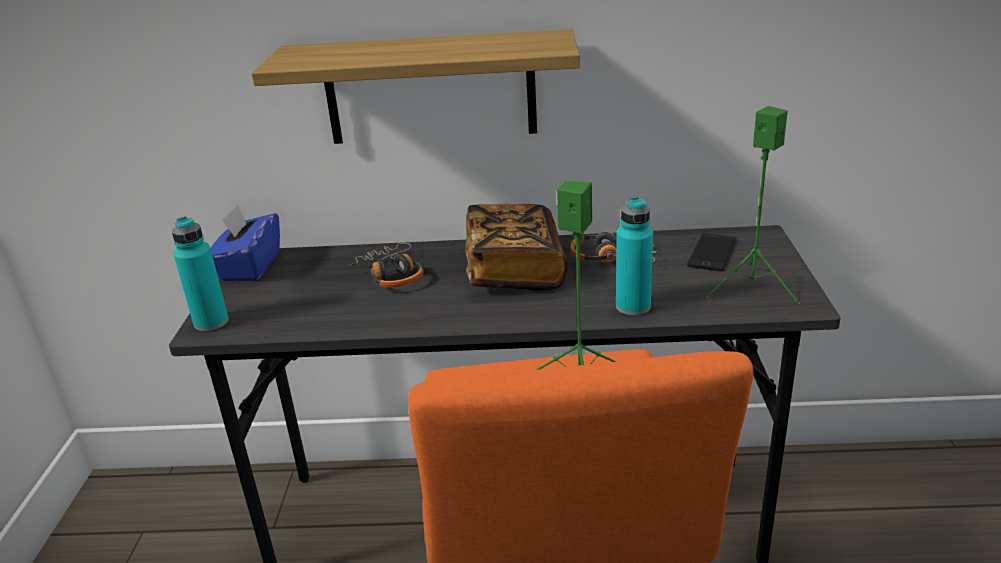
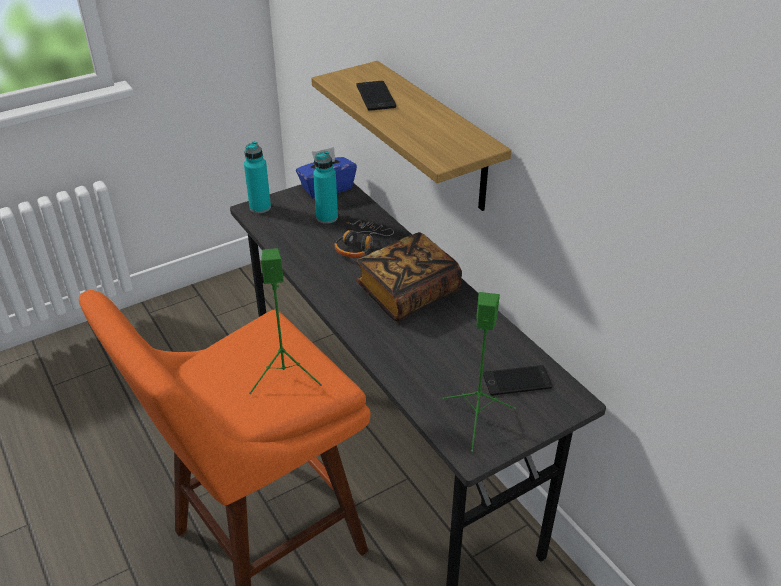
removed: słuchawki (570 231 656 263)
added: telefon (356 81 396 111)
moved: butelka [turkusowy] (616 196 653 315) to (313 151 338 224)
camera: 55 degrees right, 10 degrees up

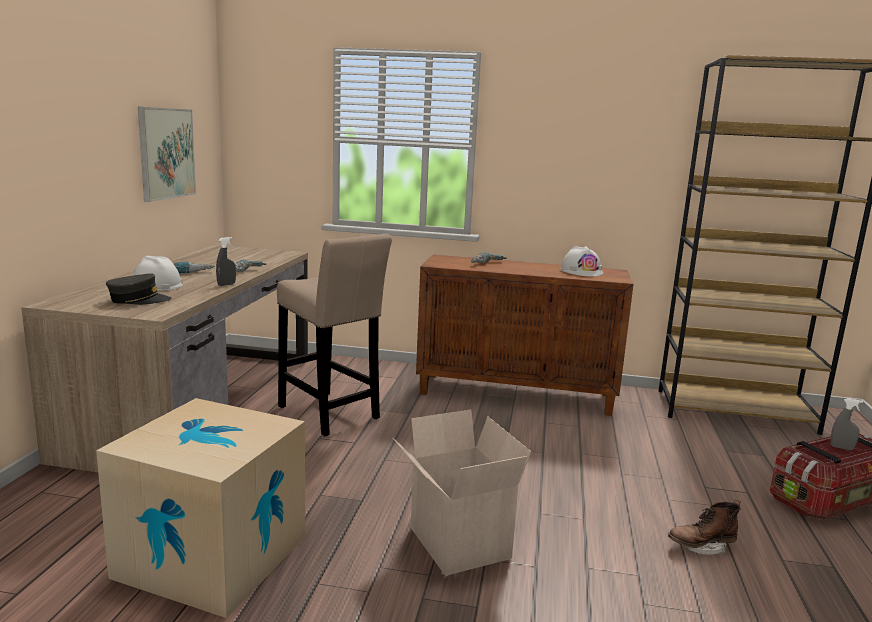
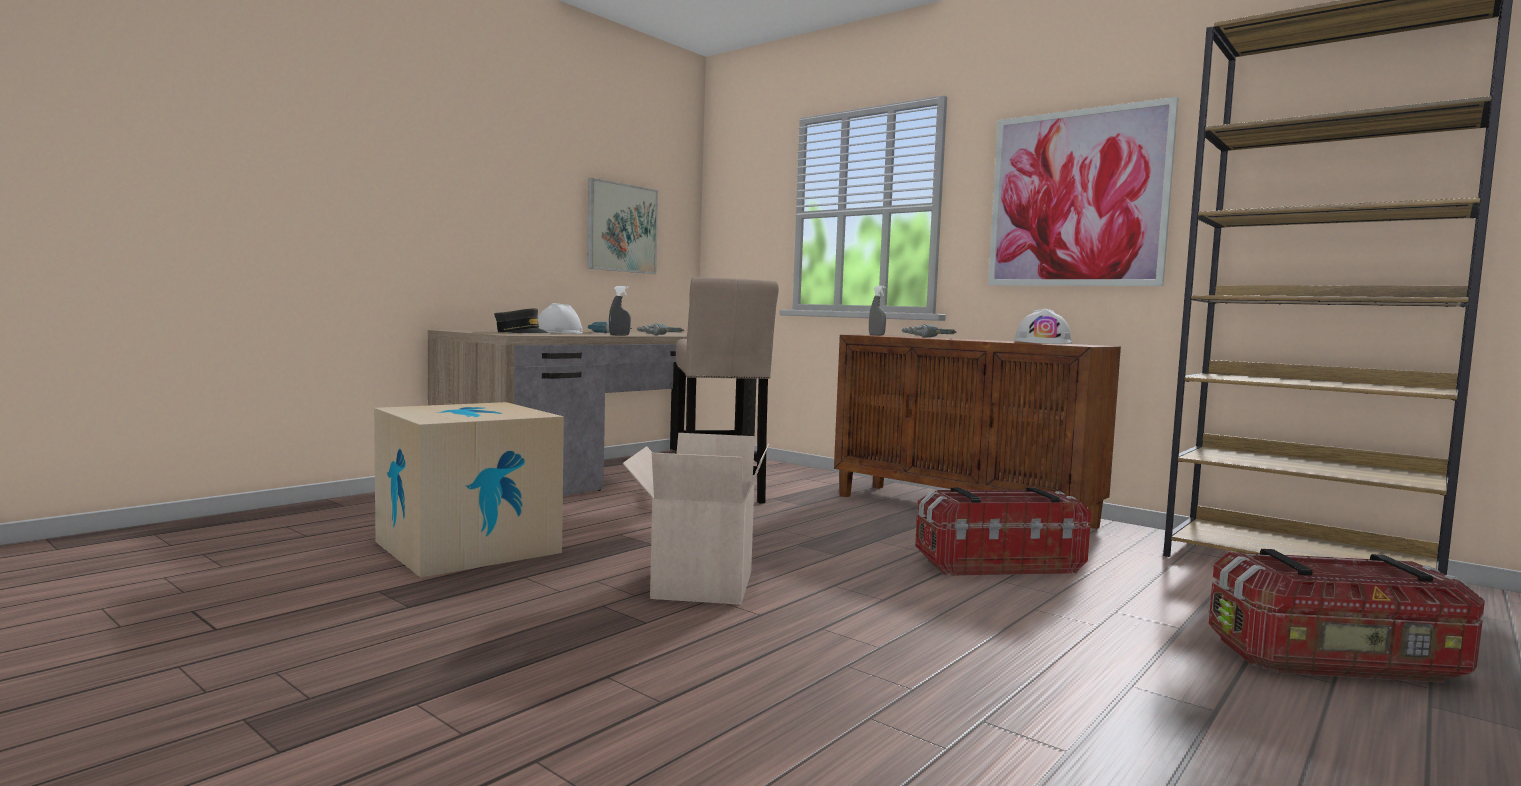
removed: but z cholewką [brązowy] (668 500 741 555)
added: obraz (988 97 1178 286); pojemnik do przechowywania (915 487 1091 576)
moved: spryskiwacz [szary] (830 398 863 450) to (869 286 886 335)
camera: 30 degrees right, 10 degrees down

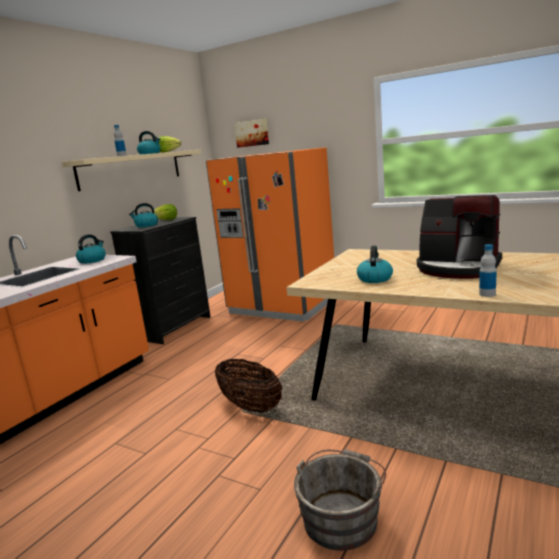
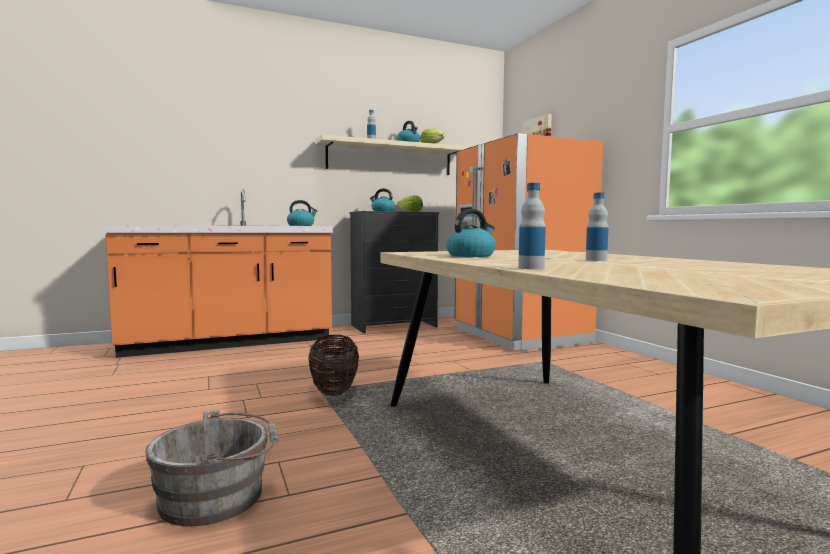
replaced: ekspres do kawy (417 195 502 279) to butelka (586 193 609 261)
camera: 35 degrees right, 10 degrees down

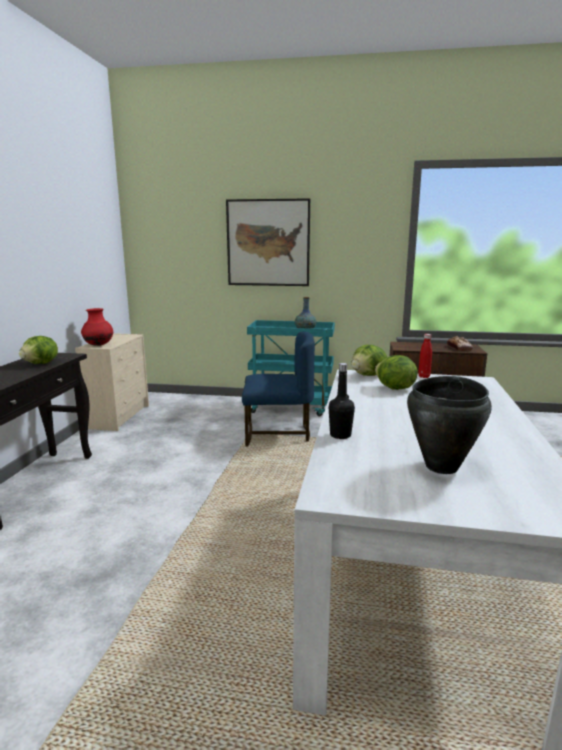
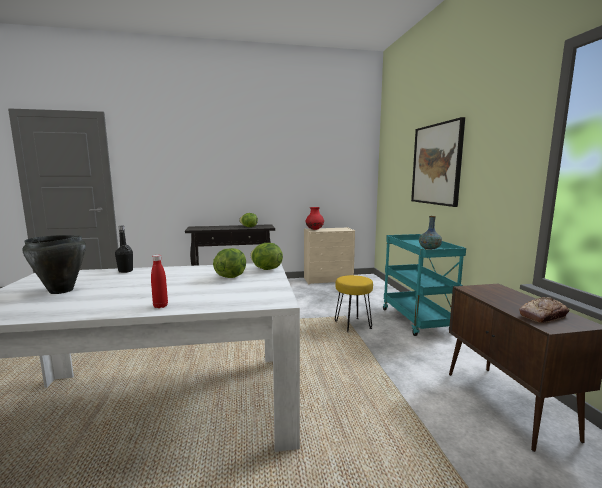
moved: butelka [czerwony] (418 334 432 378) to (151 255 168 308)
replaced: krzesło [niebieski] (242 332 315 446) to stołek [żółty] (335 275 373 332)
camera: 70 degrees right, 5 degrees down

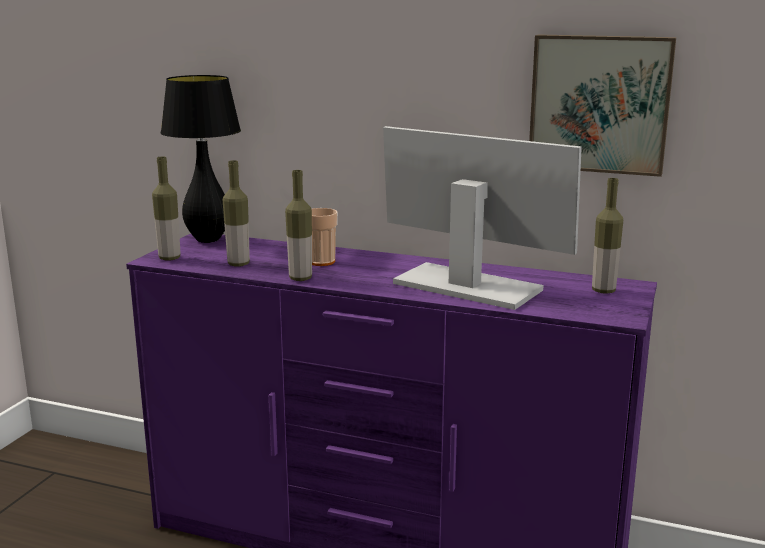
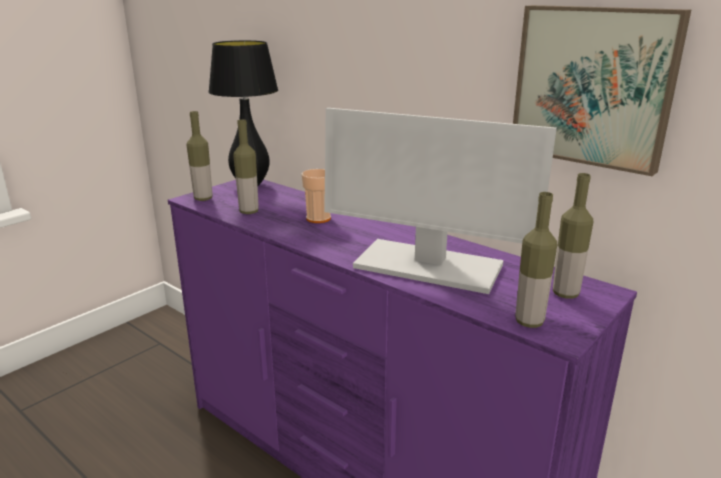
moved: butelka (285 170 312 281) to (515 192 557 328)
turned: monitor (383 126 582 310) = (324 108 557 294) 150 degrees clockwise
camera: 20 degrees right, 5 degrees up

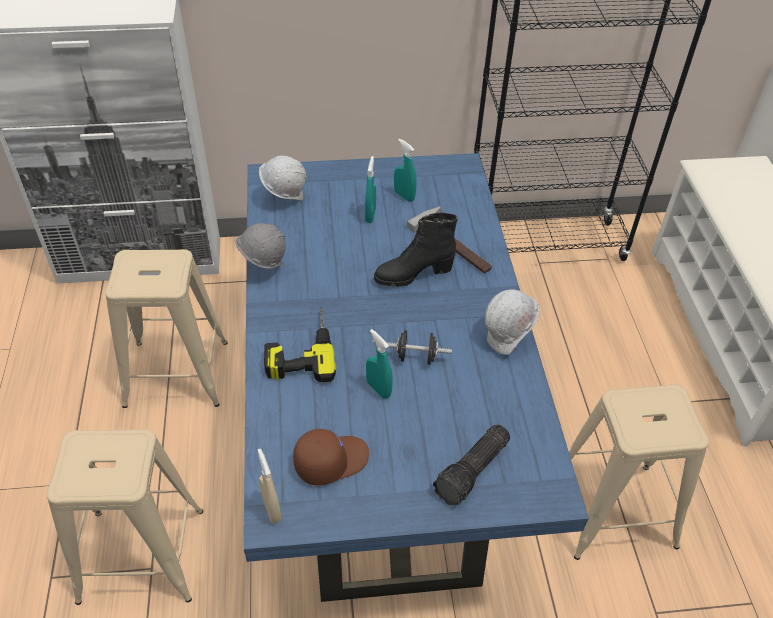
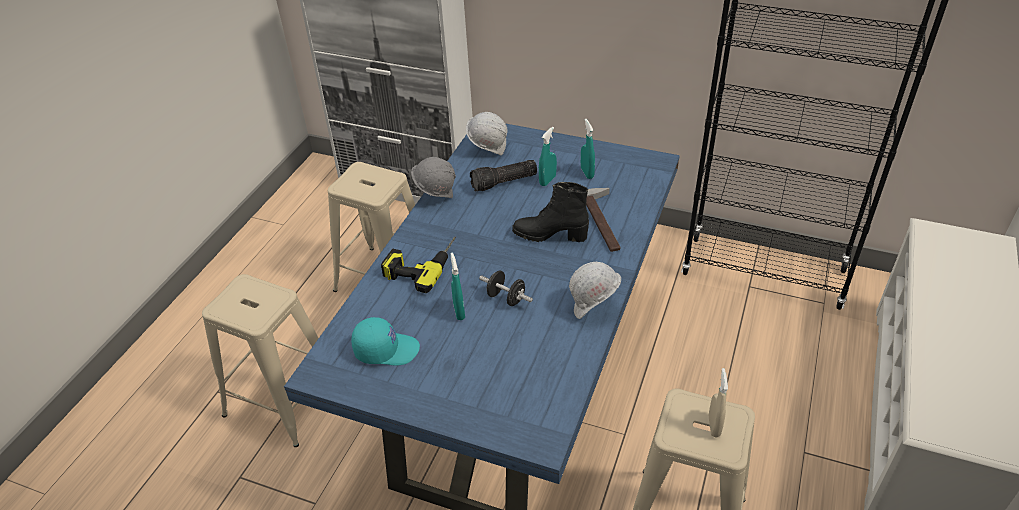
moved: latarka (433 424 510 506) to (470 160 537 192); spryskiwacz [beżowy] (258 449 281 524) to (709 368 728 438)
recoloured: czapka z daszkiem [brązowy] (293 429 369 486) to czapka z daszkiem [turkusowy] (351 317 420 365)
camera: 30 degrees right, 5 degrees down

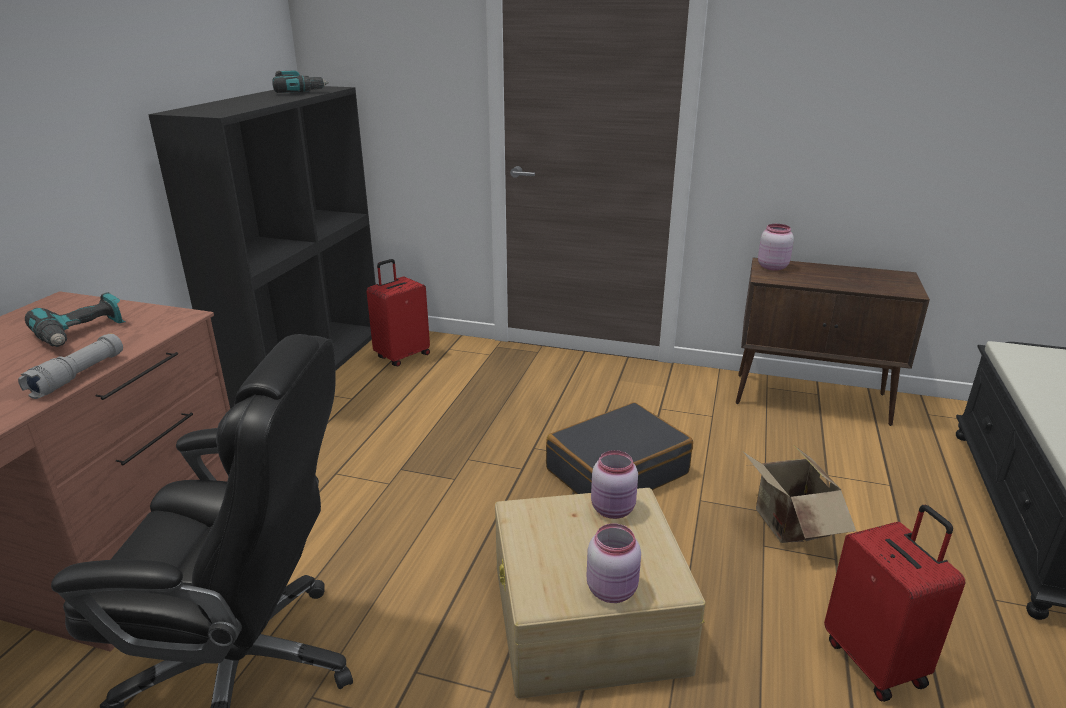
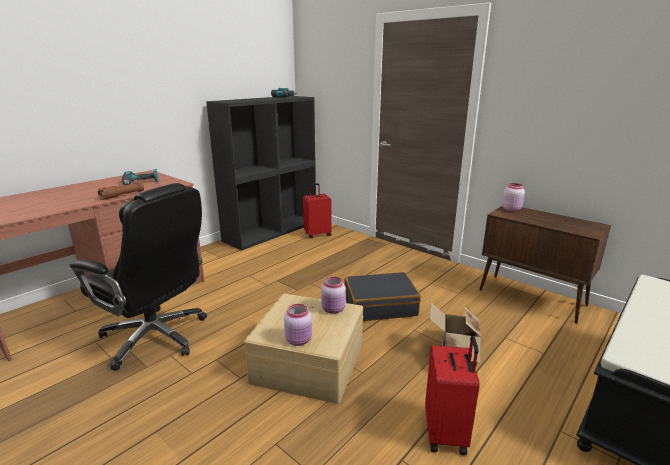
recoloured: latarka [szary] (18 333 123 399) to latarka [brązowy] (98 182 144 200)
camera: 25 degrees right, 5 degrees down

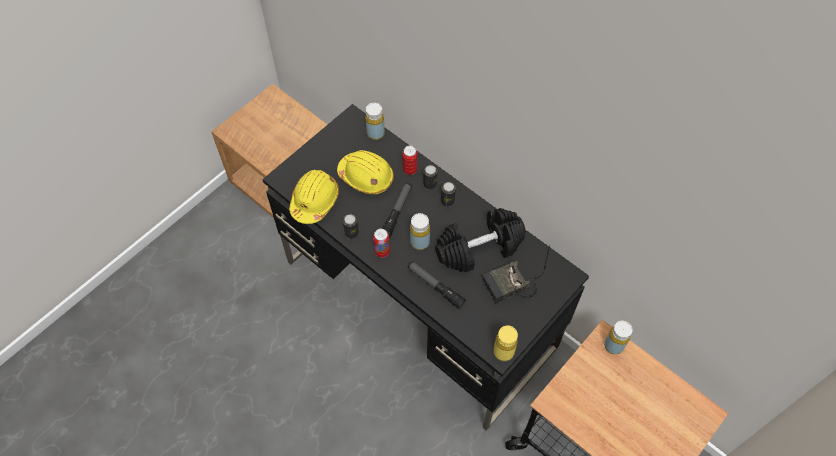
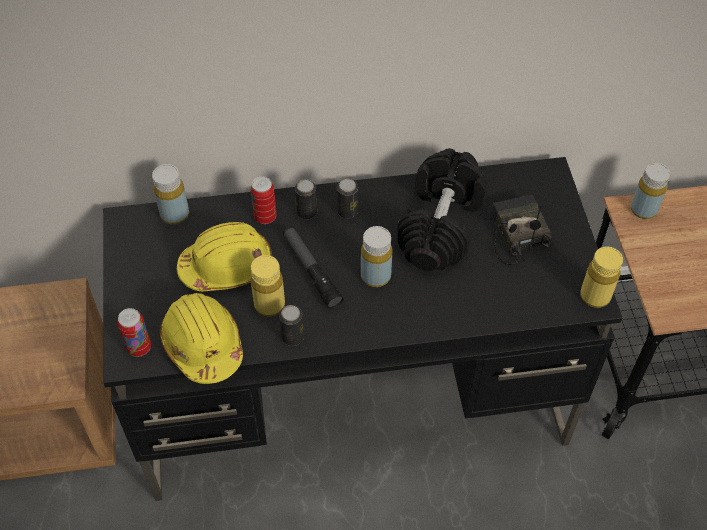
removed: latarka (408 261 466 309)
added: butelka [żółty] (251 255 285 316)
moved: puszka (373 229 390 258) to (117 308 151 357)
turned: radio (482 244 550 303) = (491 194 552 265) 150 degrees clockwise
camera: 50 degrees left, 5 degrees down

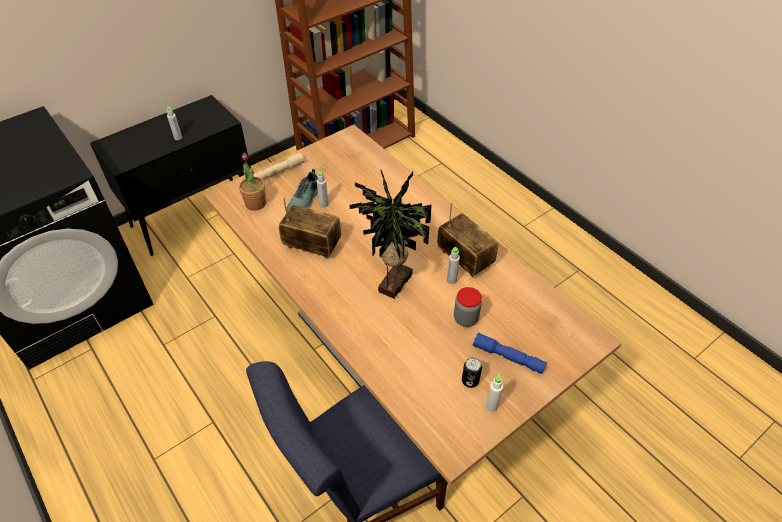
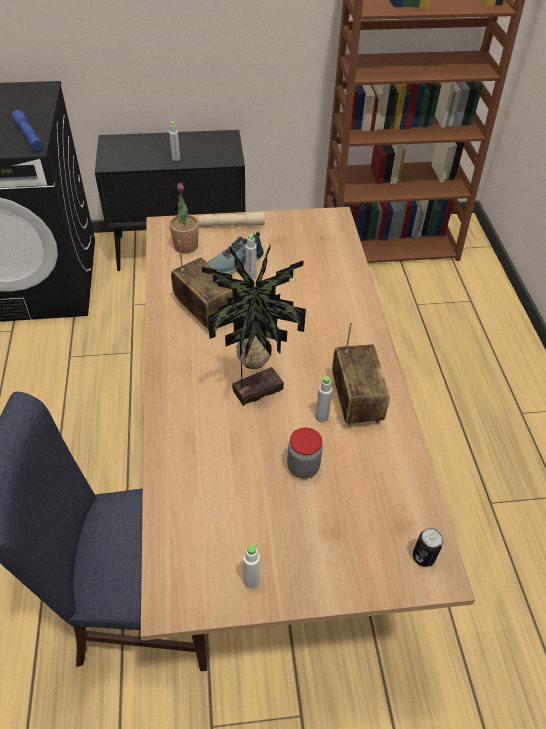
moved: latarka [niebieski] (473 332 547 374) to (11 110 43 151); puszka (462 357 482 388) to (413 528 443 567)
camera: 30 degrees right, 0 degrees up

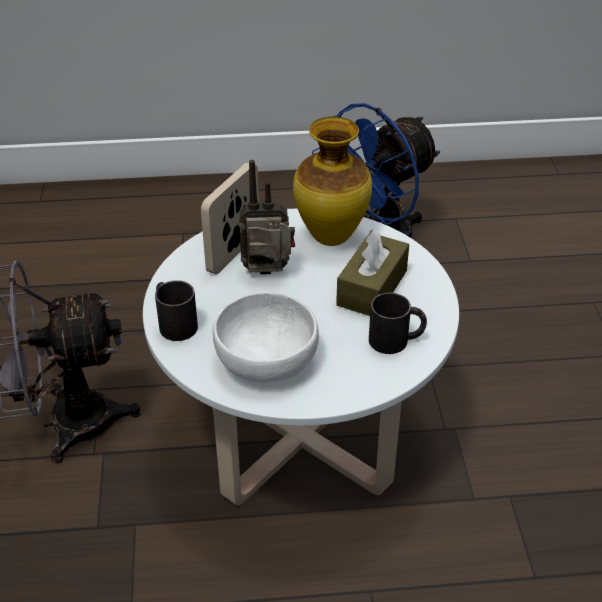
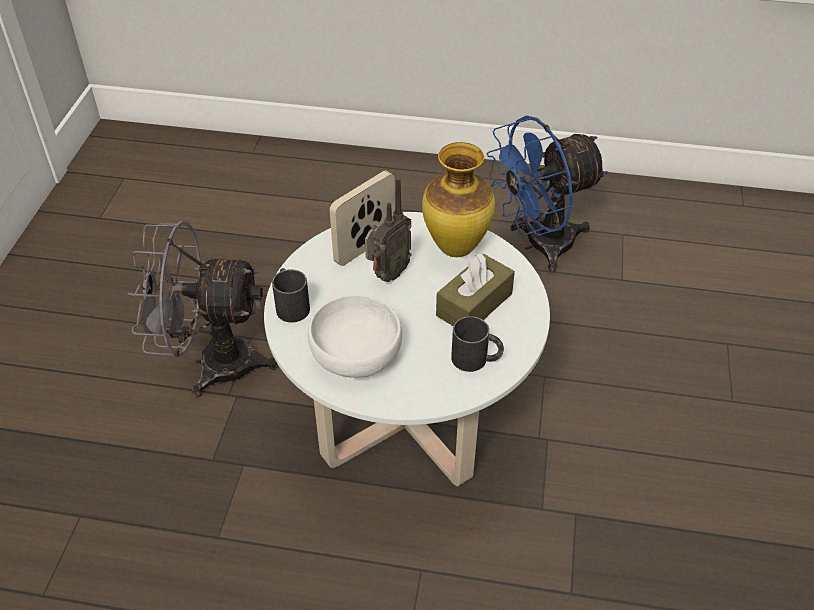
turned: radio (239 160 295 274) = (365 177 412 282) 120 degrees clockwise
camera: 15 degrees right, 5 degrees up

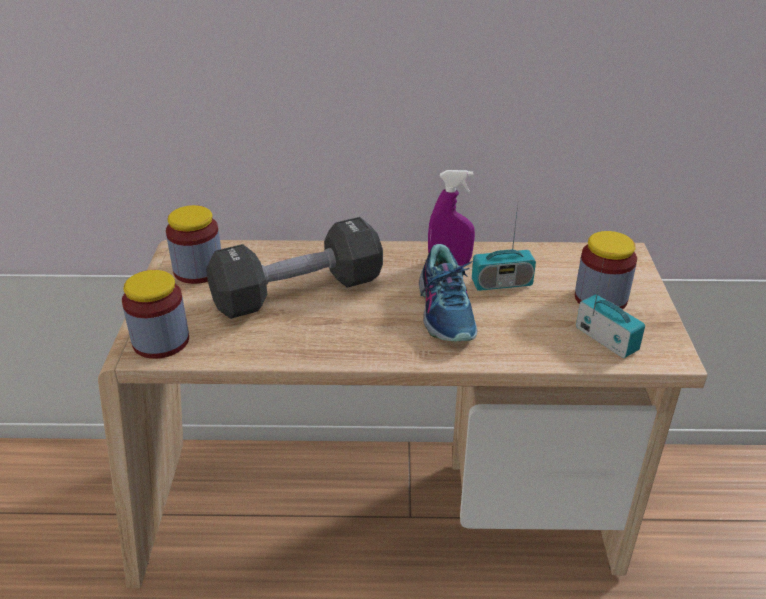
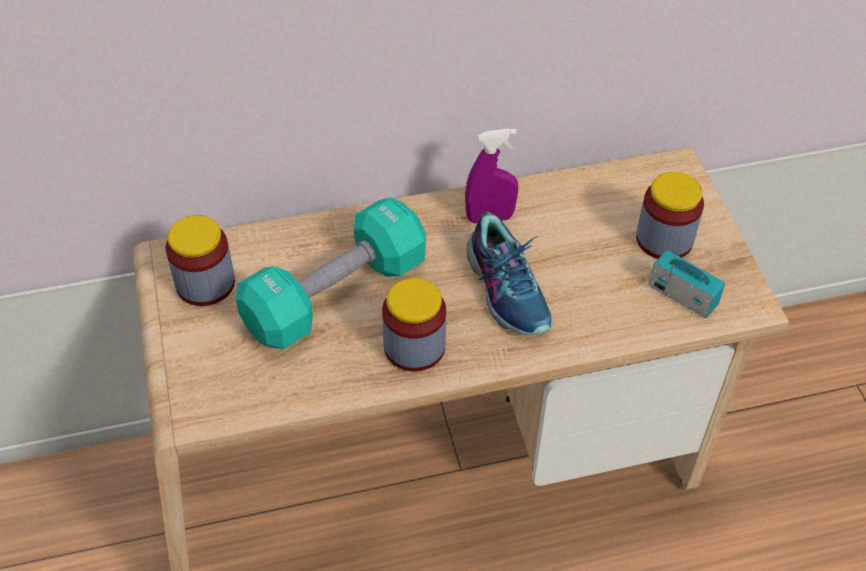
removed: radio (472 205 536 291)
moved: słoik (122 270 189 359) to (382 278 446 371)
recoloured: hantel [czarny] (206 217 383 319) to hantel [turkusowy] (236 197 426 349)
camera: 15 degrees left, 15 degrees up

